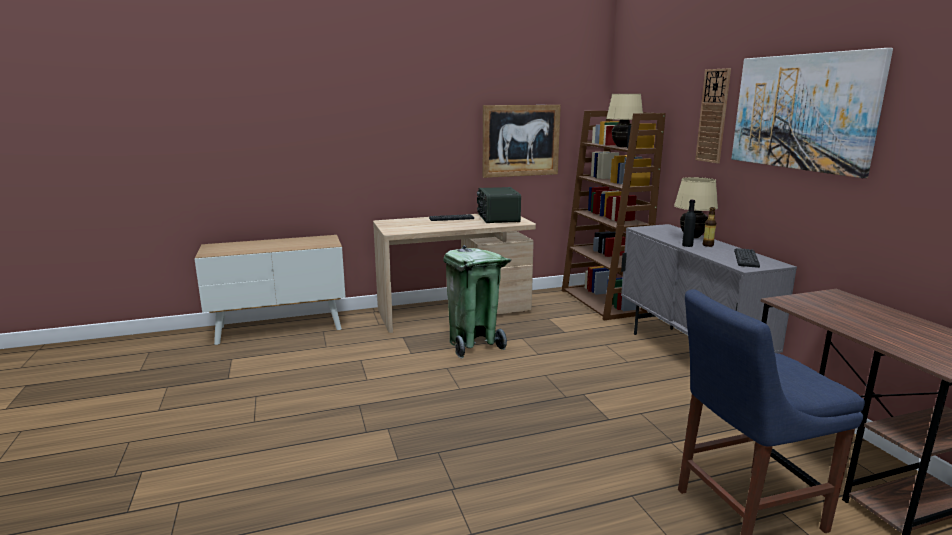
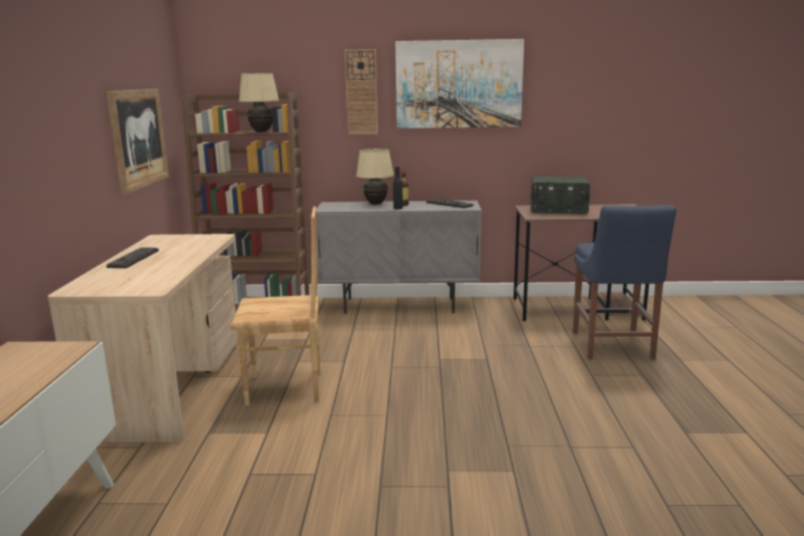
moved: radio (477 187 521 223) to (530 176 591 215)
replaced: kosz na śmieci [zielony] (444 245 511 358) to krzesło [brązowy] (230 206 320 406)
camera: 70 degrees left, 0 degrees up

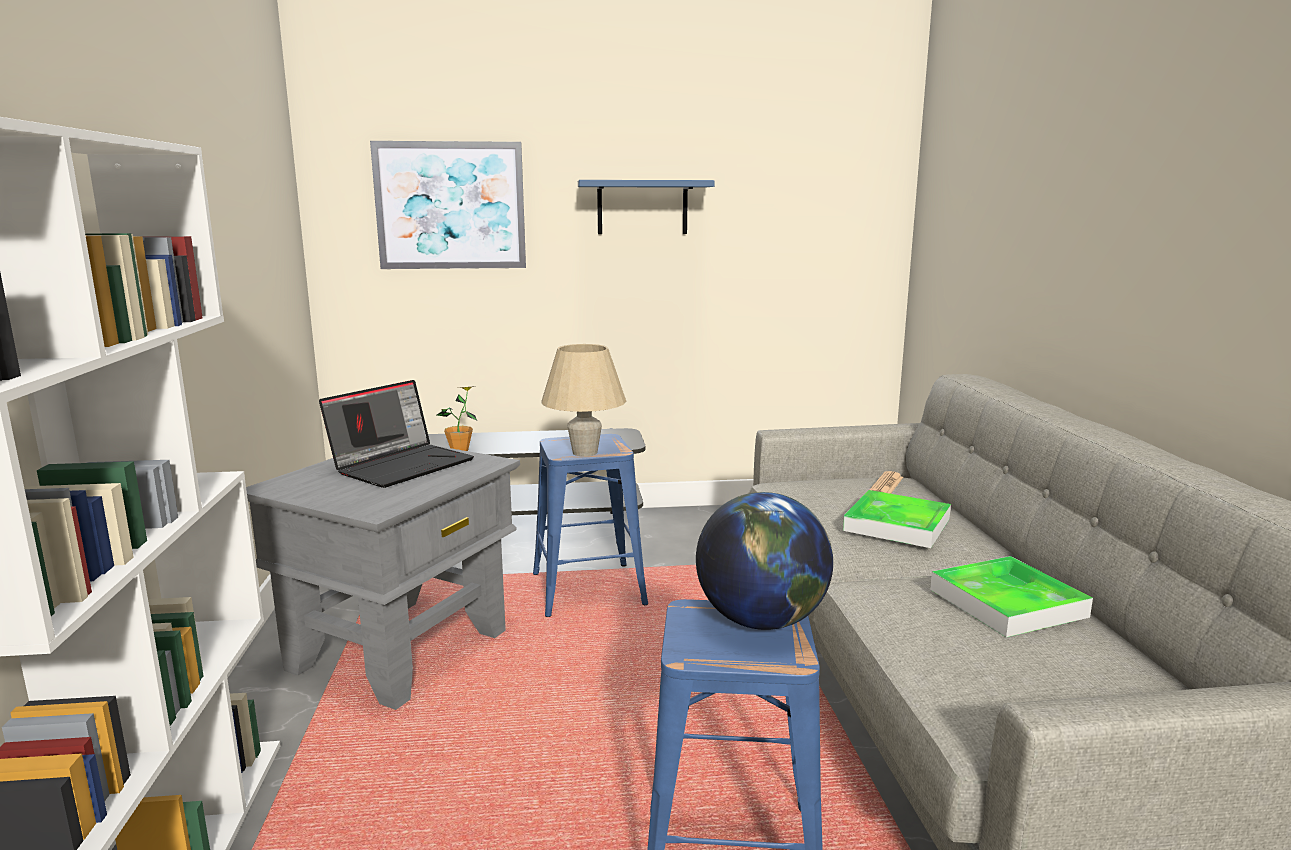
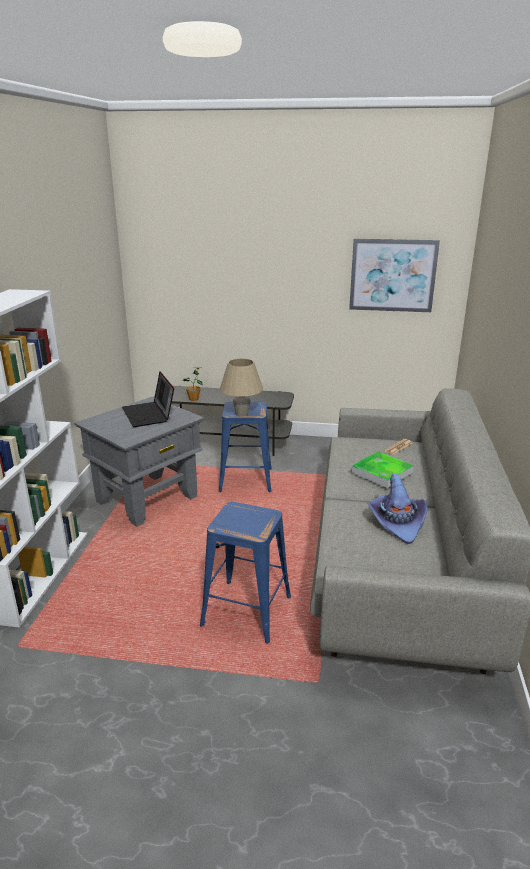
removed: półka [niebieski] (578 180 715 234); globus (696 492 833 630)
moved: obraz (370 141 526 269) to (349 239 440 312)
replaced: taca (930 556 1093 637) to kapelusz [fioletowy] (368 474 427 544)
turned: laptop (319 380 474 488) = (122 372 174 427) 105 degrees clockwise
camera: 15 degrees right, 10 degrees up

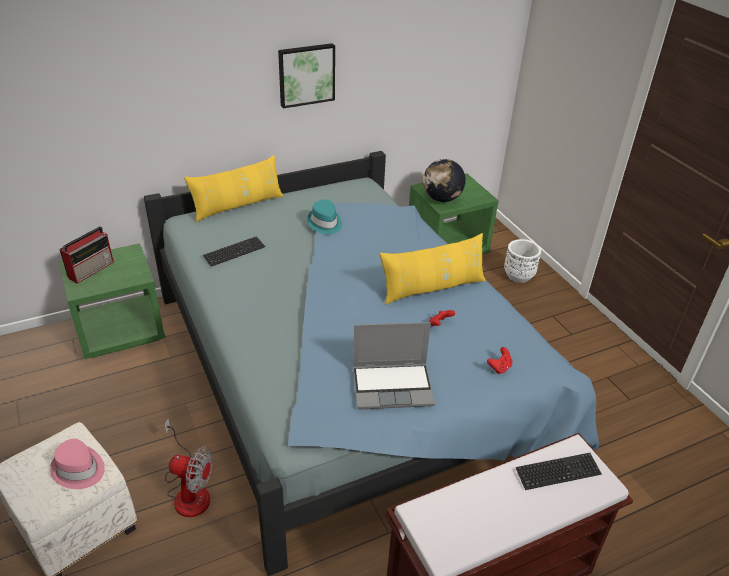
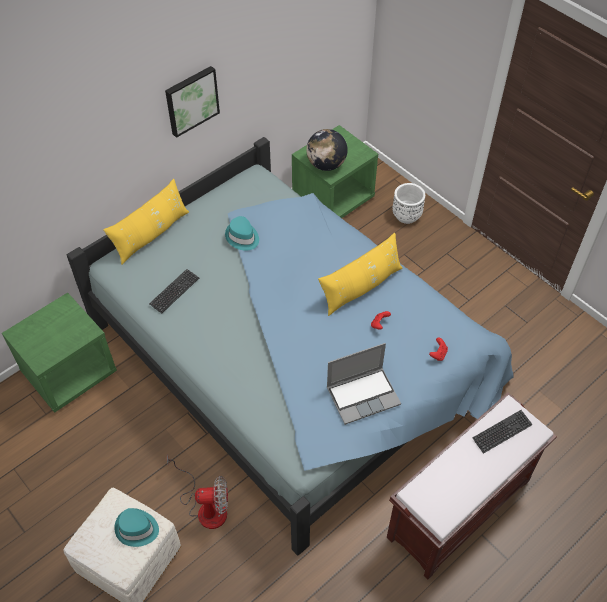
removed: radio (59 226 114 284)
recoloured: kapelusz [różowy] (50 439 105 489) to kapelusz [turkusowy] (114 508 159 547)
camera: 15 degrees left, 15 degrees up

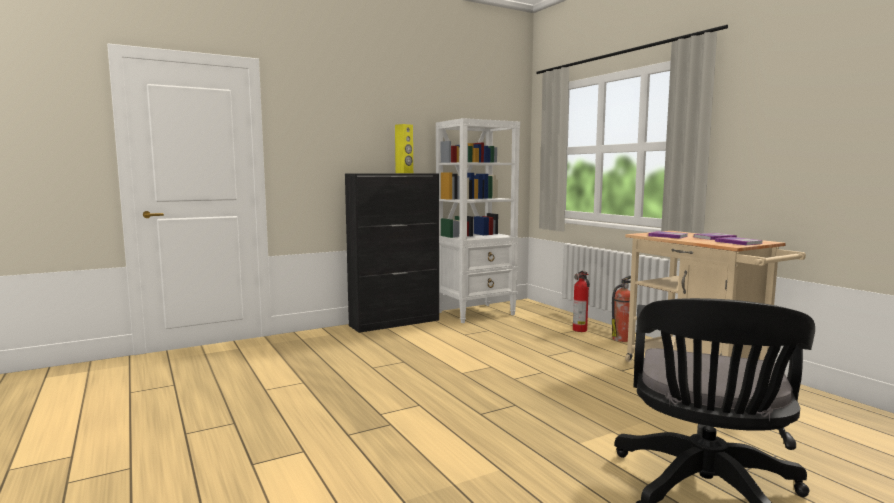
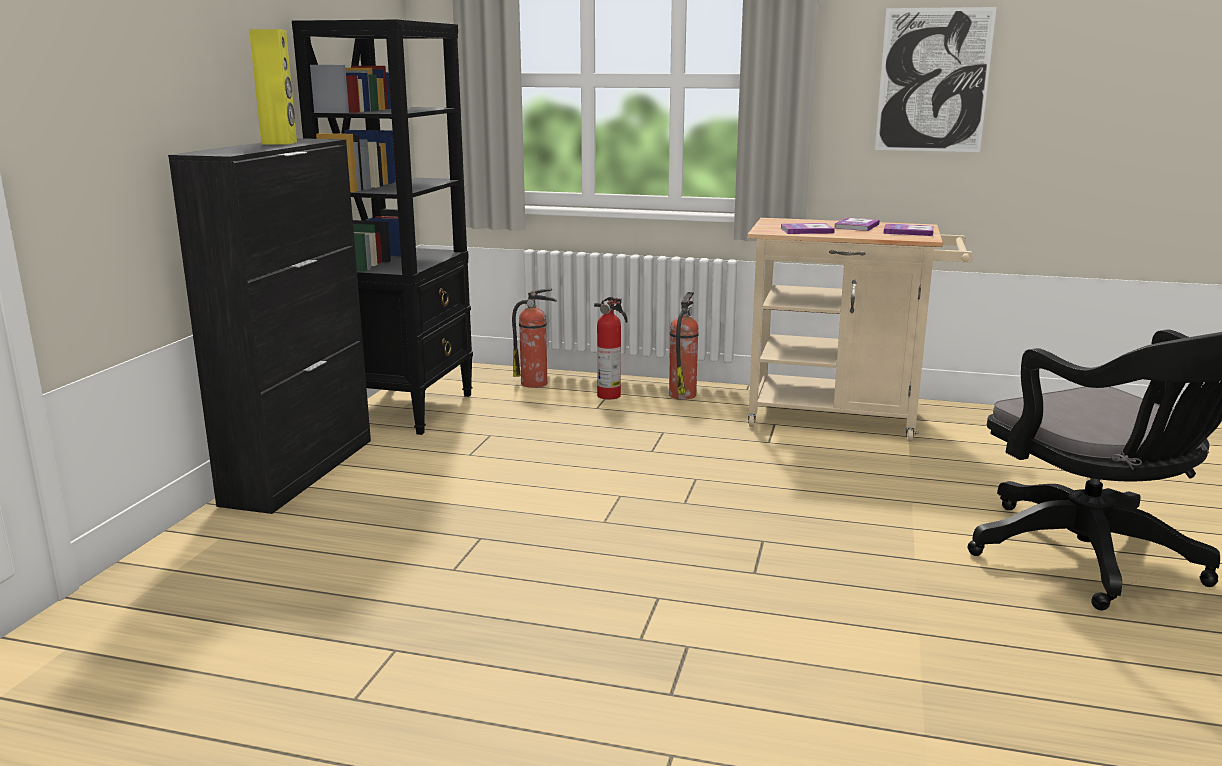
added: obraz (875 7 997 152); gaśnica (512 288 557 388)
recoloured: regał [biały] (436 118 520 323) to regał [czarny] (292 19 473 435)
camera: 45 degrees left, 10 degrees up

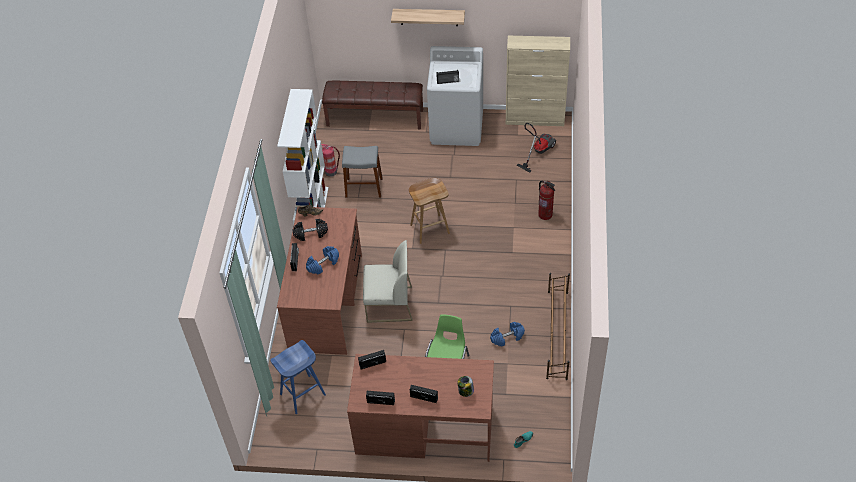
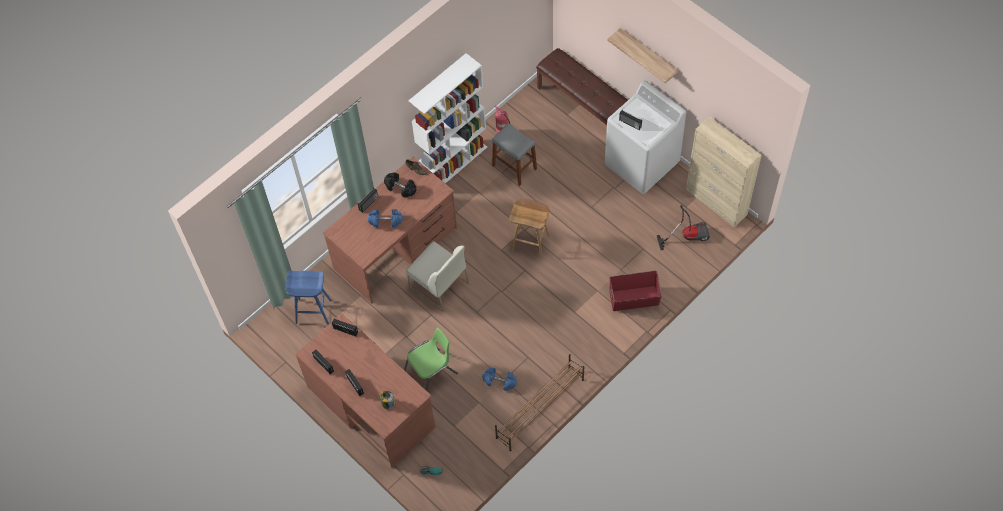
replaced: gaśnica (538 180 555 220) to pojemnik do przechowywania [czerwony] (609 271 662 311)
camera: 40 degrees right, 10 degrees up

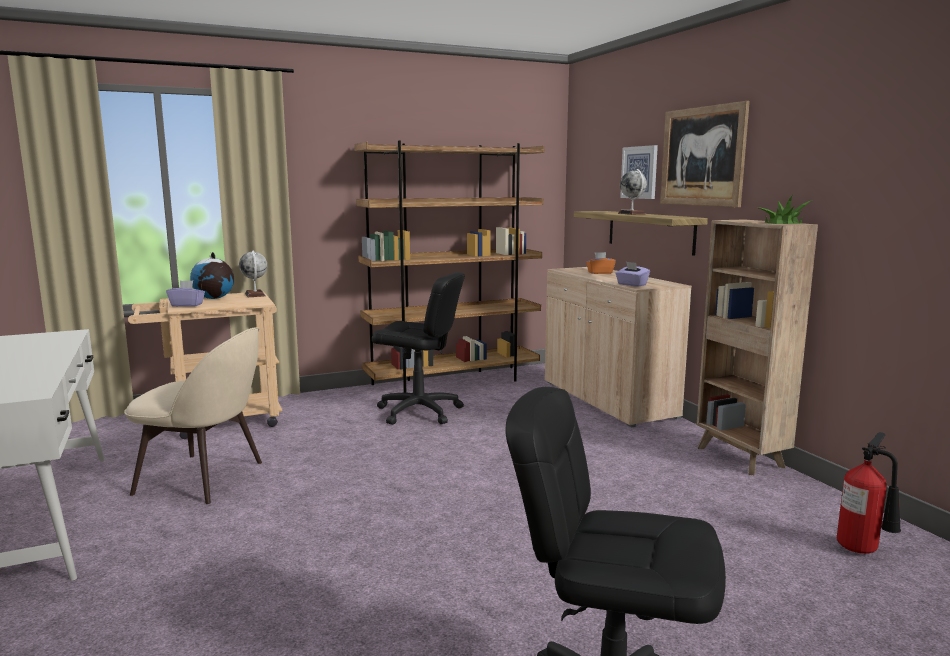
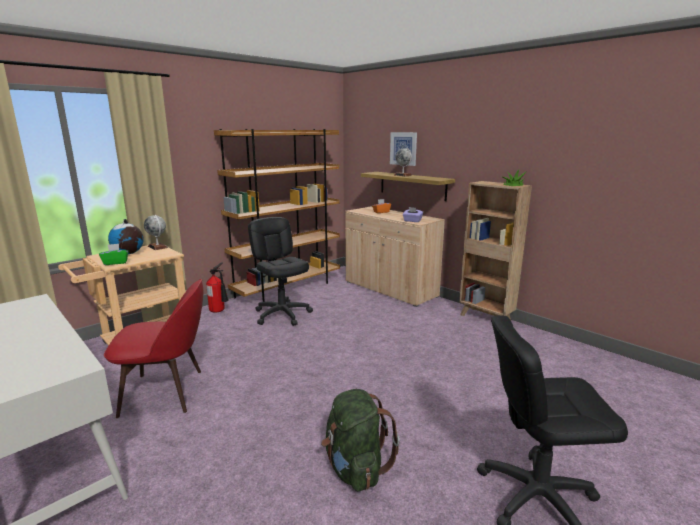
removed: obraz (660 101 750 207)
added: plecak [zielony] (321 389 400 492)
moved: gaśnica (837 432 901 554) to (206 263 228 313)
recoloured: pudełko chusteczek [fioletowy] (166 281 205 307) to pudełko chusteczek [zielony] (99 244 129 265); krzesło [beżowy] (124 327 262 504) to krzesło [czerwony] (104 279 204 418)
turned: krzesło biurowe [czarny] (372 272 465 425) = (248 217 313 326) 120 degrees counterclockwise
camera: 20 degrees left, 5 degrees up

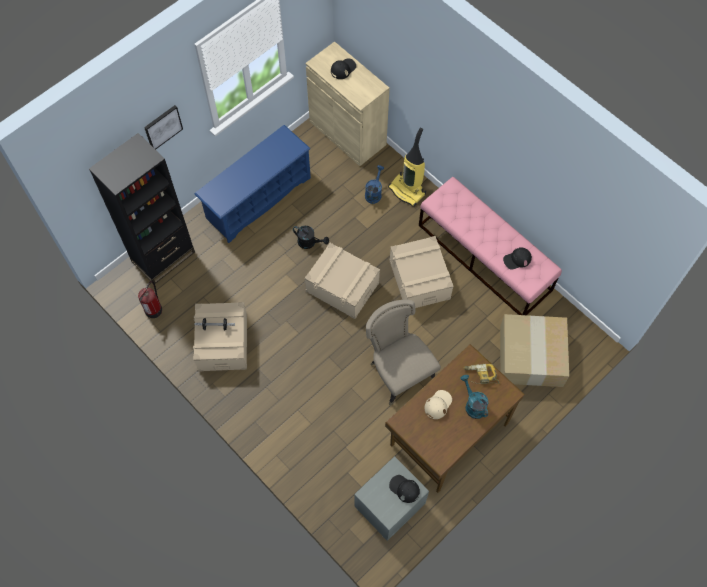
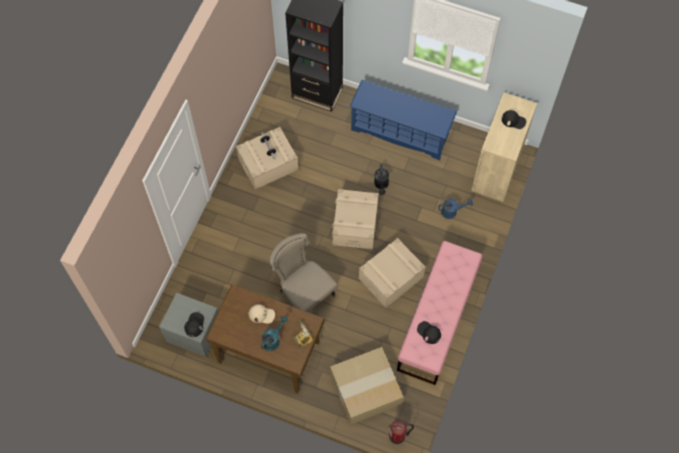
removed: obraz (144 105 183 150); odkurzacz (388 128 426 207)
moved: gaśnica (138 281 162 318) to (389 420 414 444)
turned: krzesło [beżowy] (366 300 441 405) = (270 233 338 312) 75 degrees counterclockwise
camera: 65 degrees right, 0 degrees up

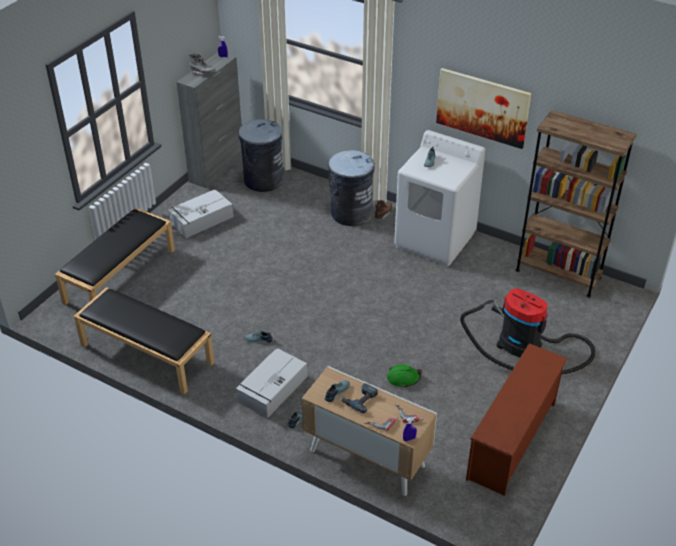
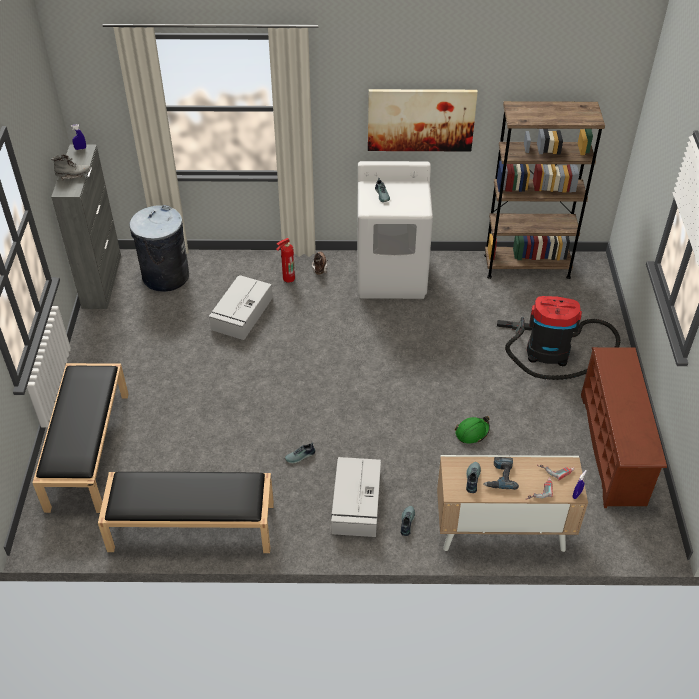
moved: pojemnik do przechowywania [szary] (168 190 234 238) to (209 275 273 340)
replaced: kosz na śmieci [szary] (328 150 375 226) to gaśnica (276 238 295 283)
camera: 30 degrees left, 5 degrees up

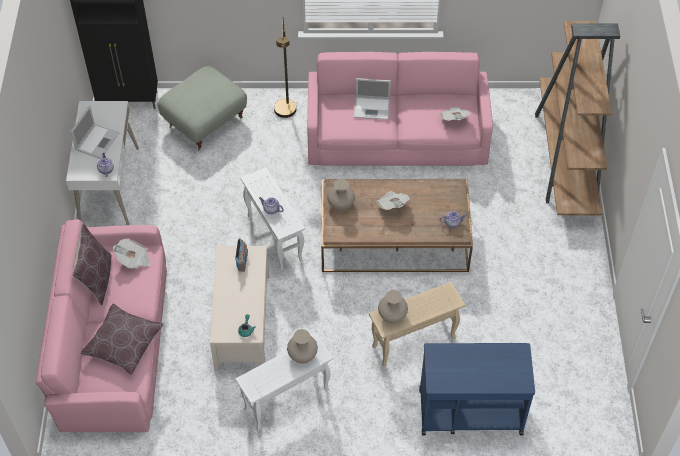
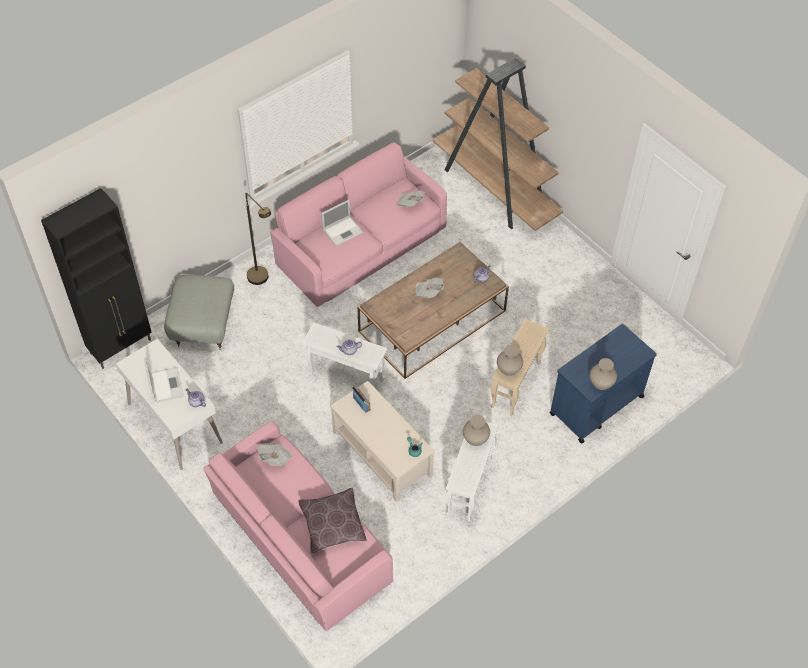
removed: poduszka [brązowy] (72 223 111 306)
moved: wazon [beżowy] (327 179 355 212) to (590 358 617 390)
camera: 40 degrees left, 0 degrees up

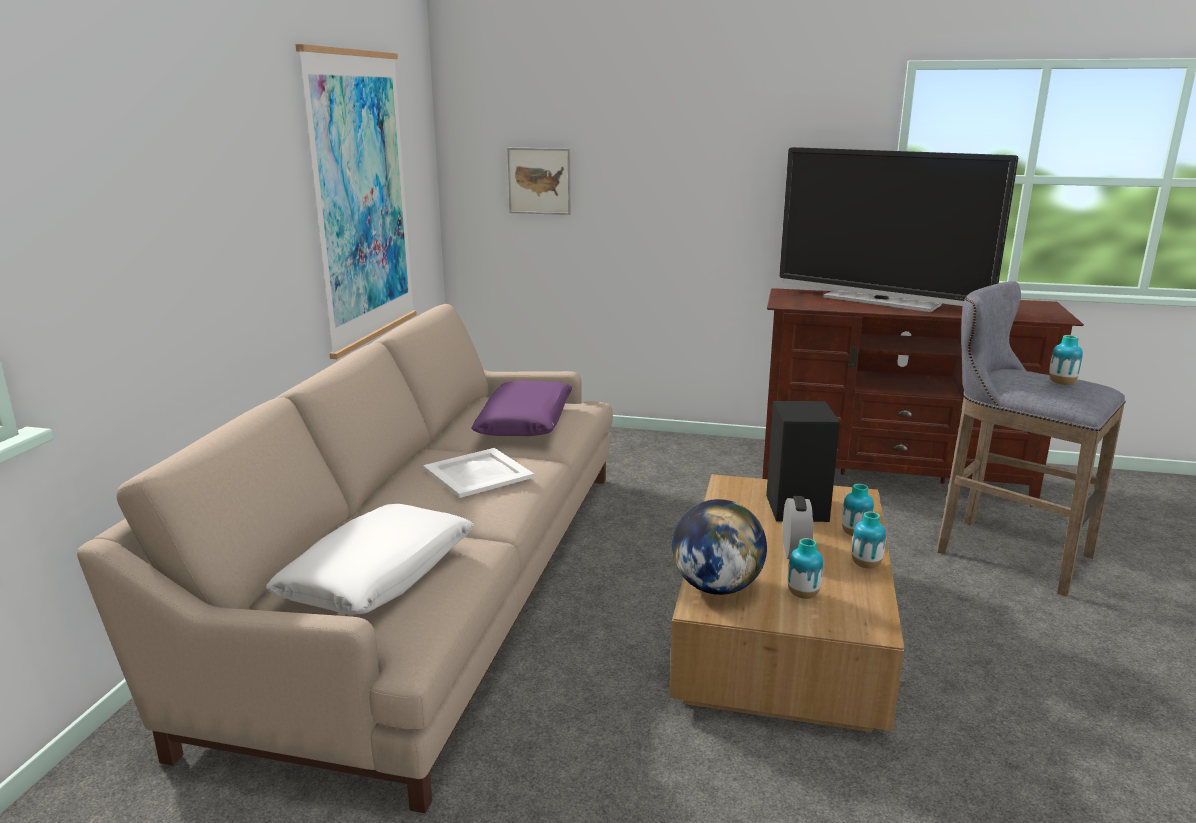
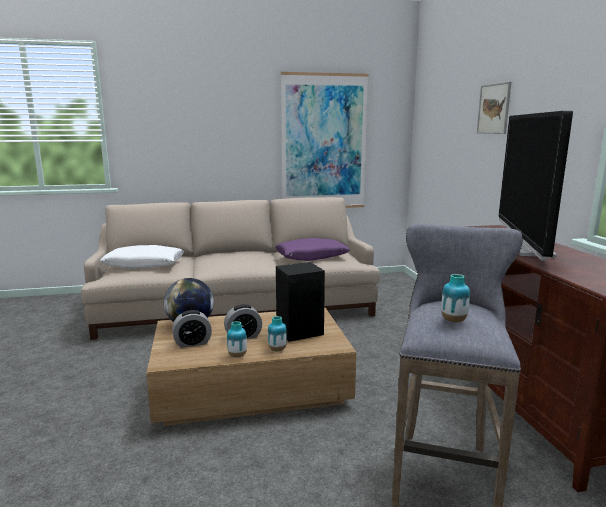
removed: taca [biały] (423 448 534 498)
moved: obraz (507 148 571 215) to (477 82 512 134)
replaced: wazon (788 538 823 599) to budzik (172 310 212 348)
camera: 65 degrees right, 5 degrees down

